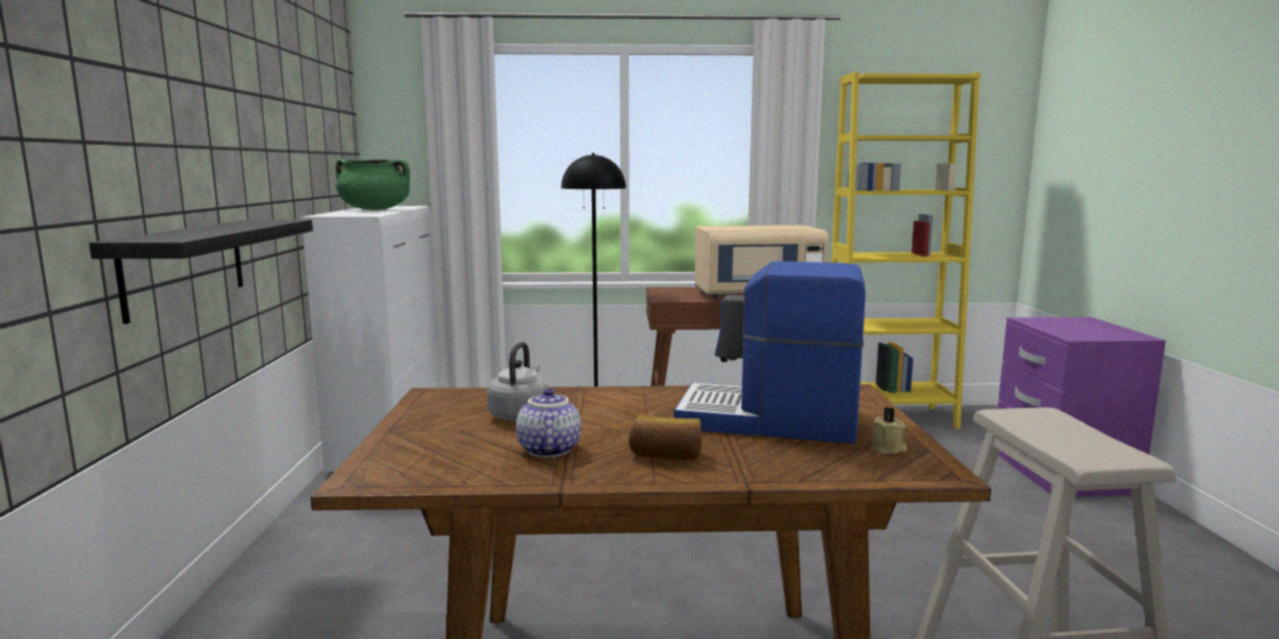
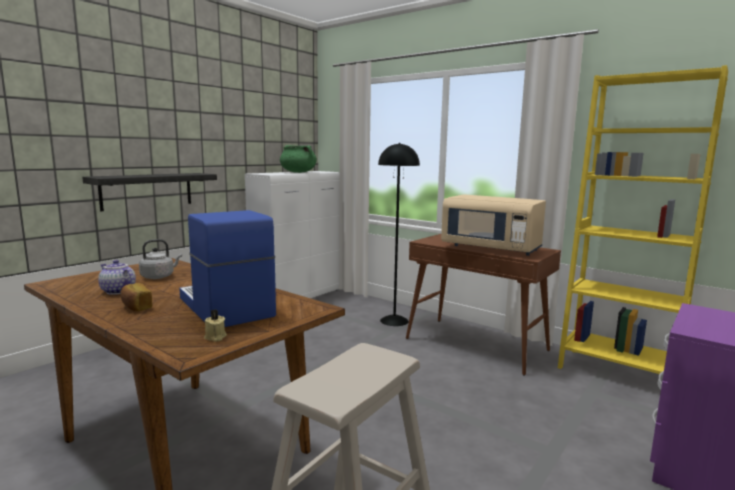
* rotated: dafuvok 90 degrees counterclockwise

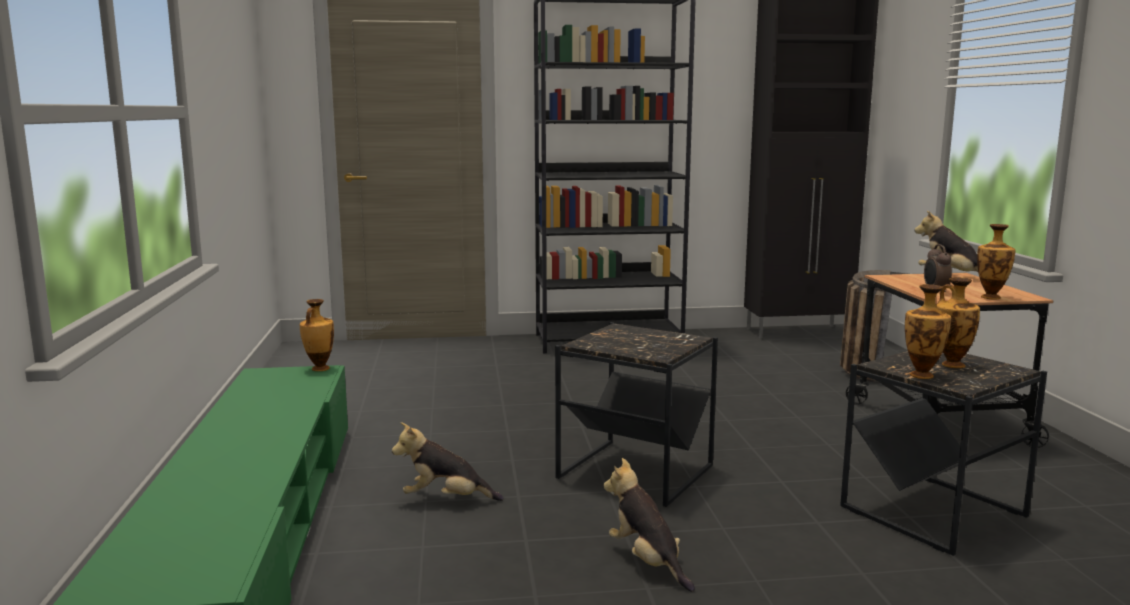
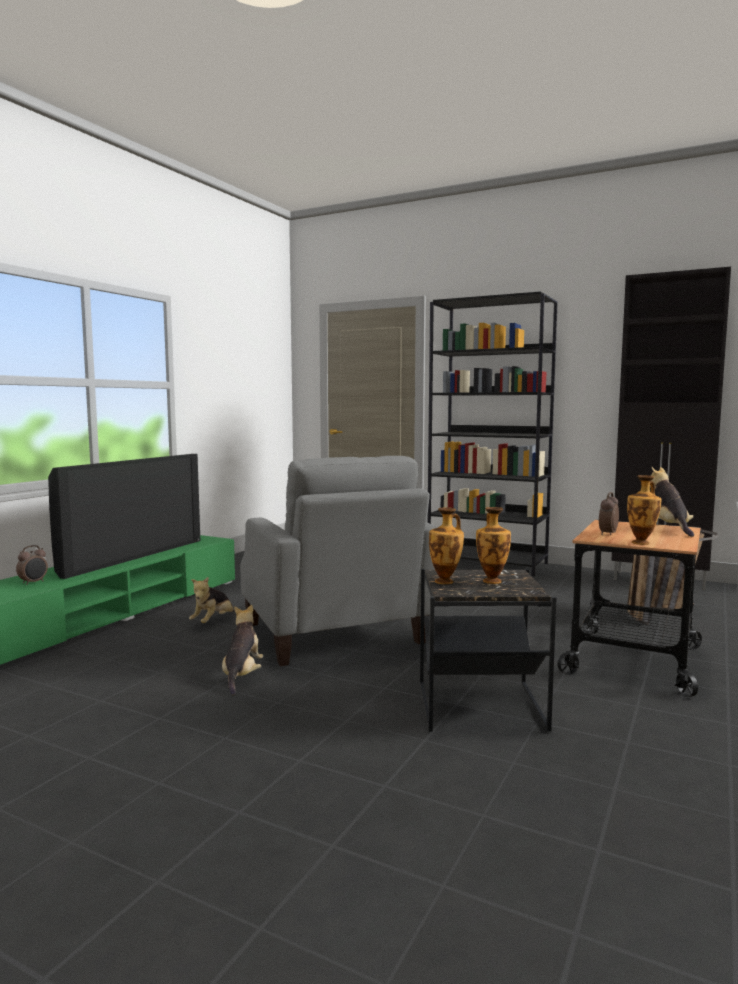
* gone: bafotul (no. 1 from left)
* new: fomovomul (no. 1 from left)
* new: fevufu
* swapped: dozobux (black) (no. 1 from left) to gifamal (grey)
* rotated: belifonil (no. 1 from left) 105 degrees counterclockwise

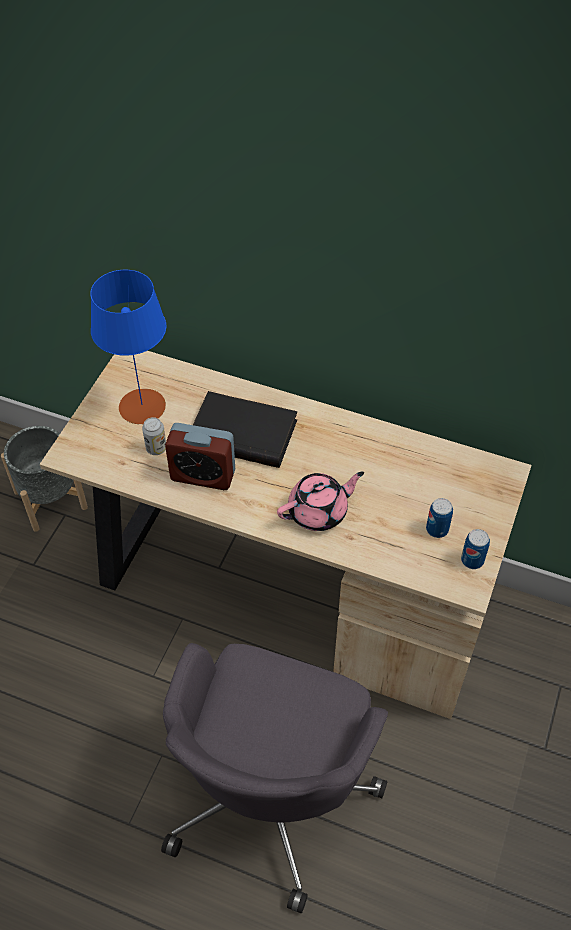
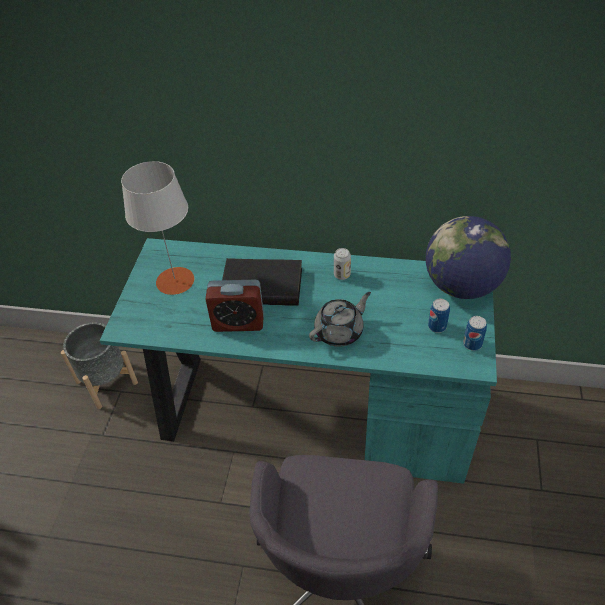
* new: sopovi
* shifted: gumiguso (no. 1 from left)
* repainted: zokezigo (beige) to zokezigo (turquoise)
* repainted: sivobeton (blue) to sivobeton (grey)
* repainted: dafuvok (pink) to dafuvok (grey)

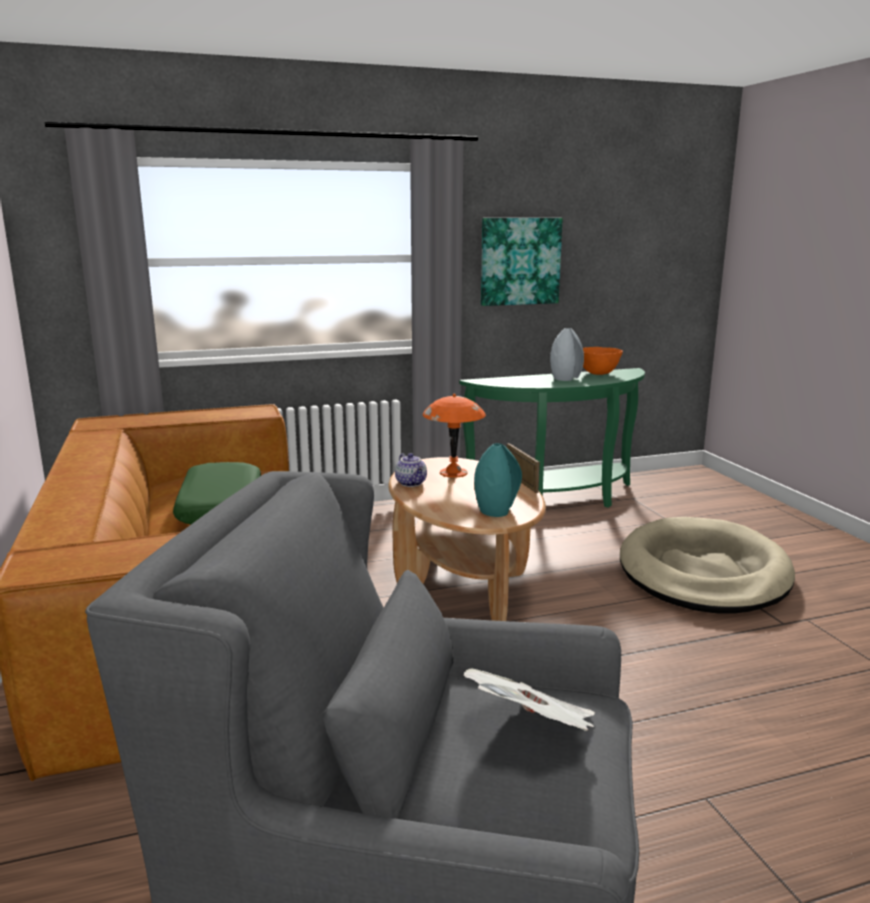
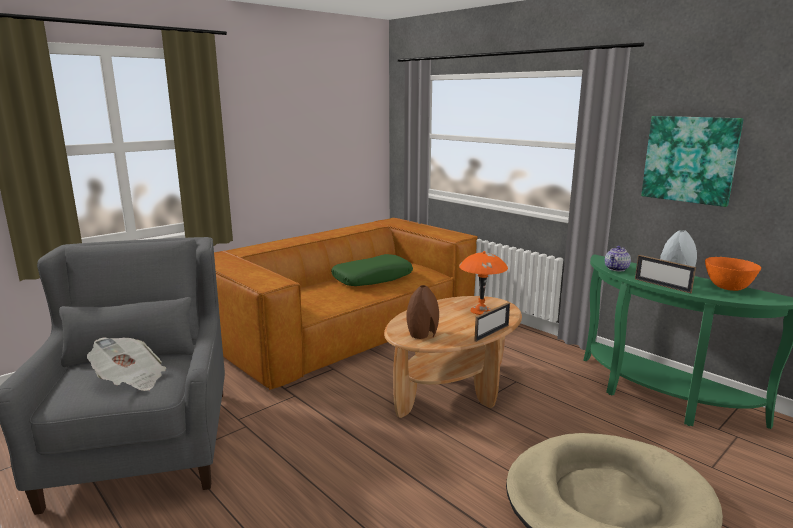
* new: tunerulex (no. 2 from left)
* shifted: dafuvok
* repainted: bafotul (turquoise) to bafotul (brown)

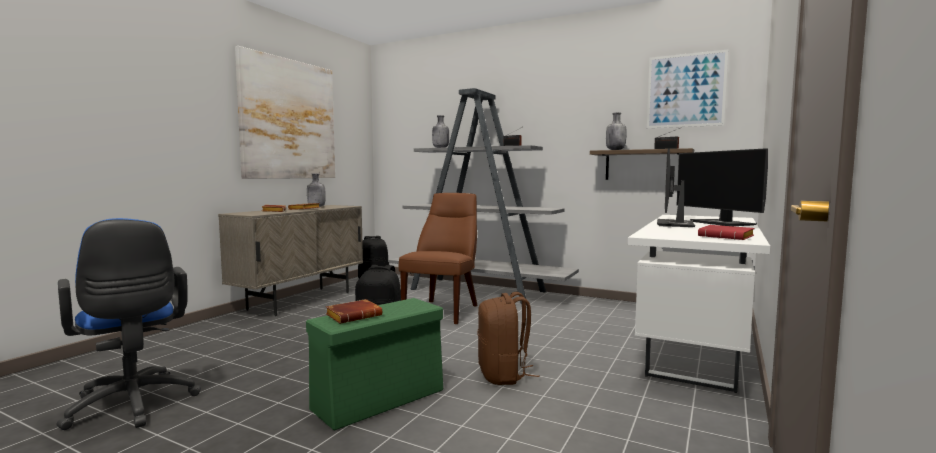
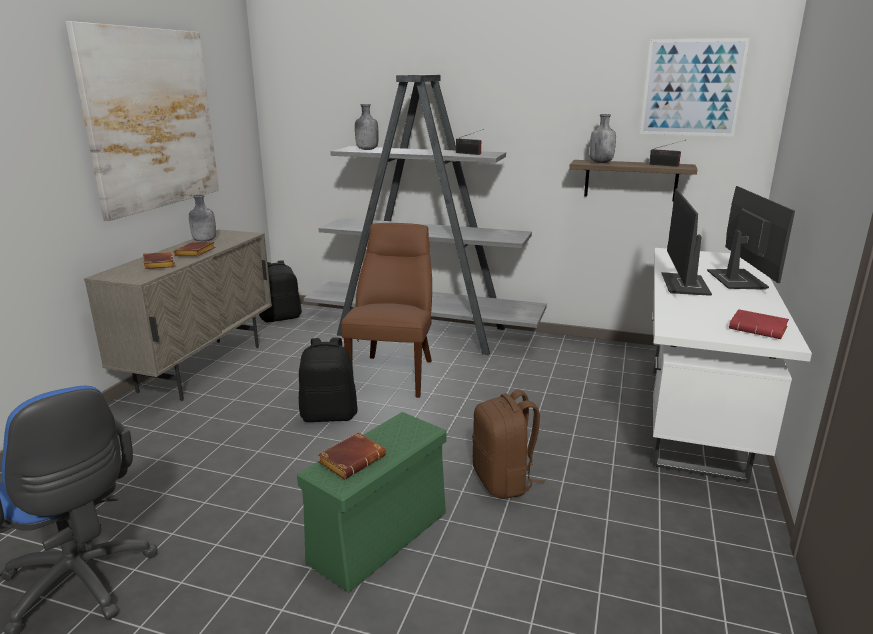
* rotated: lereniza (no. 2 from left) 150 degrees counterclockwise

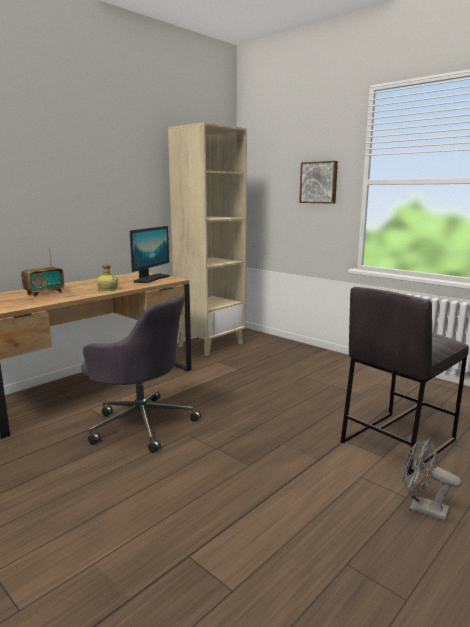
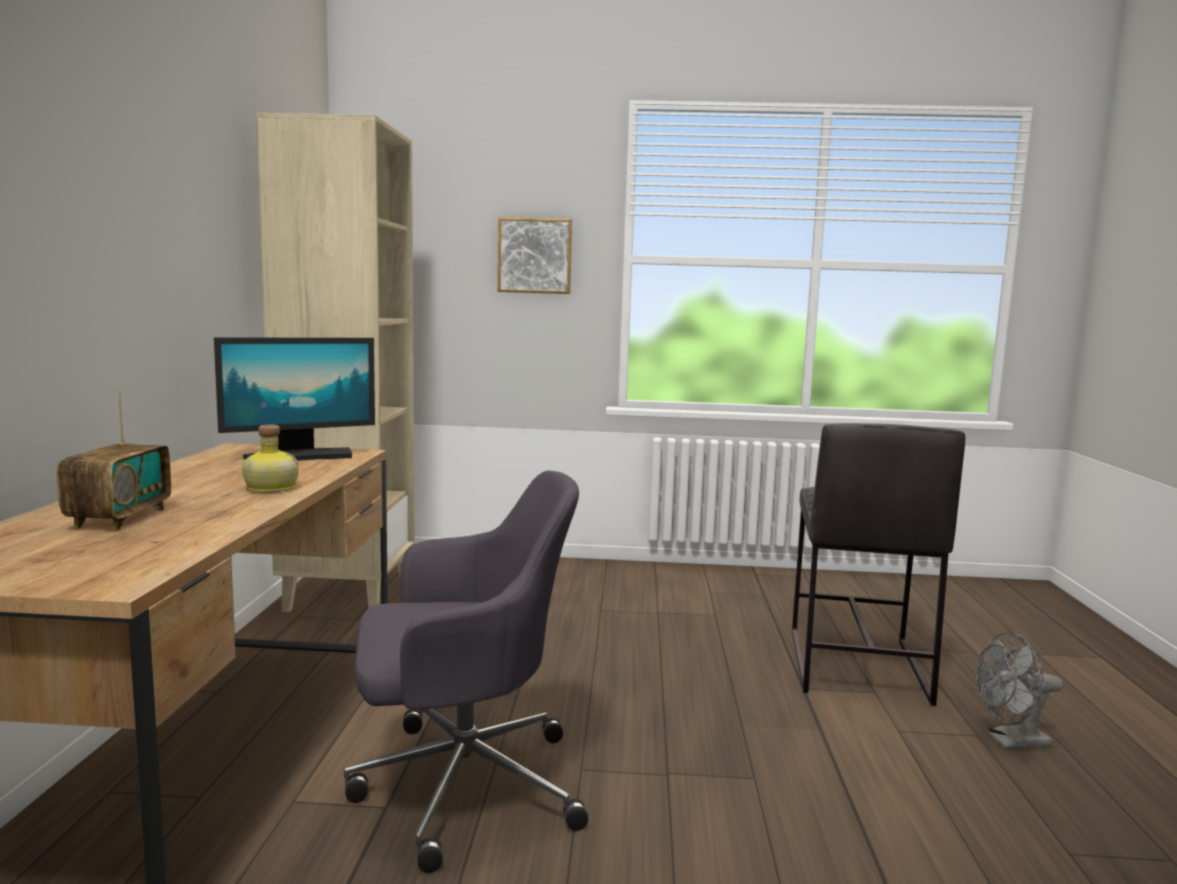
* rotated: lereniza 75 degrees clockwise

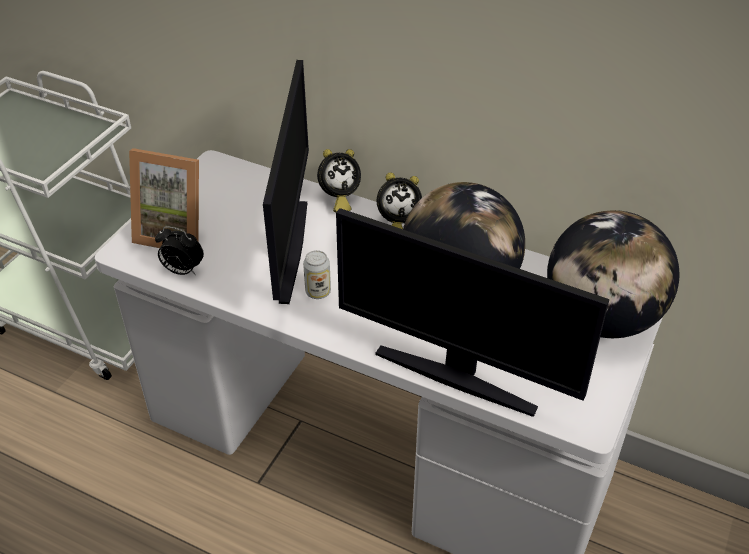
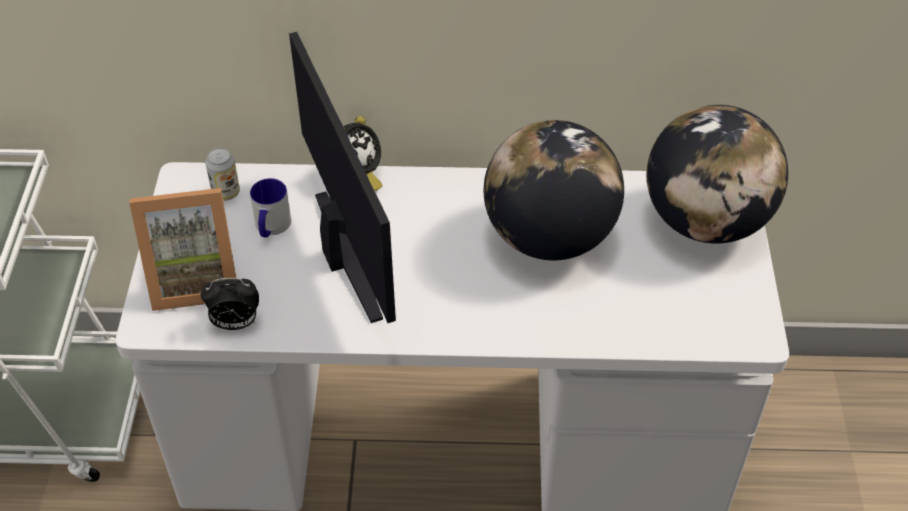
* gone: lereniza (no. 2 from left)
* gone: fomovomul (no. 3 from left)
* new: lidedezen
* shifted: gumiguso

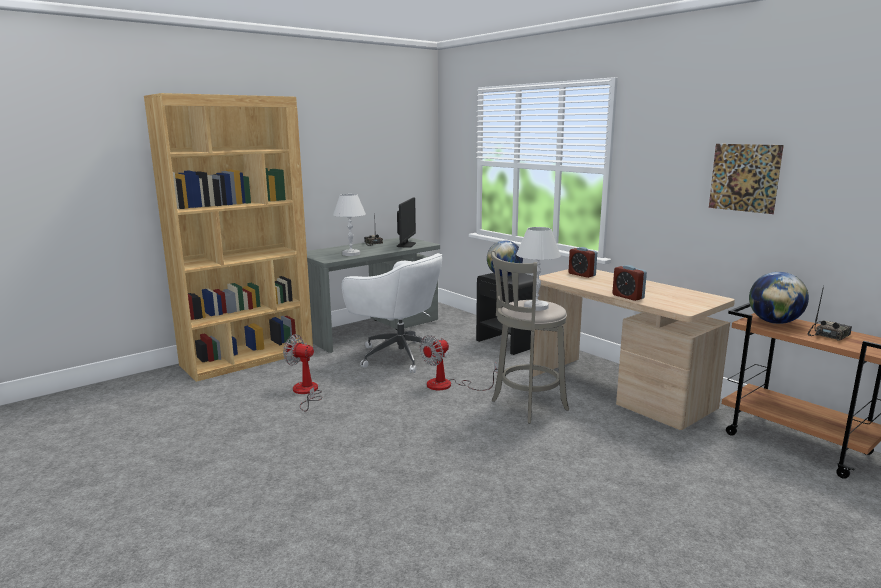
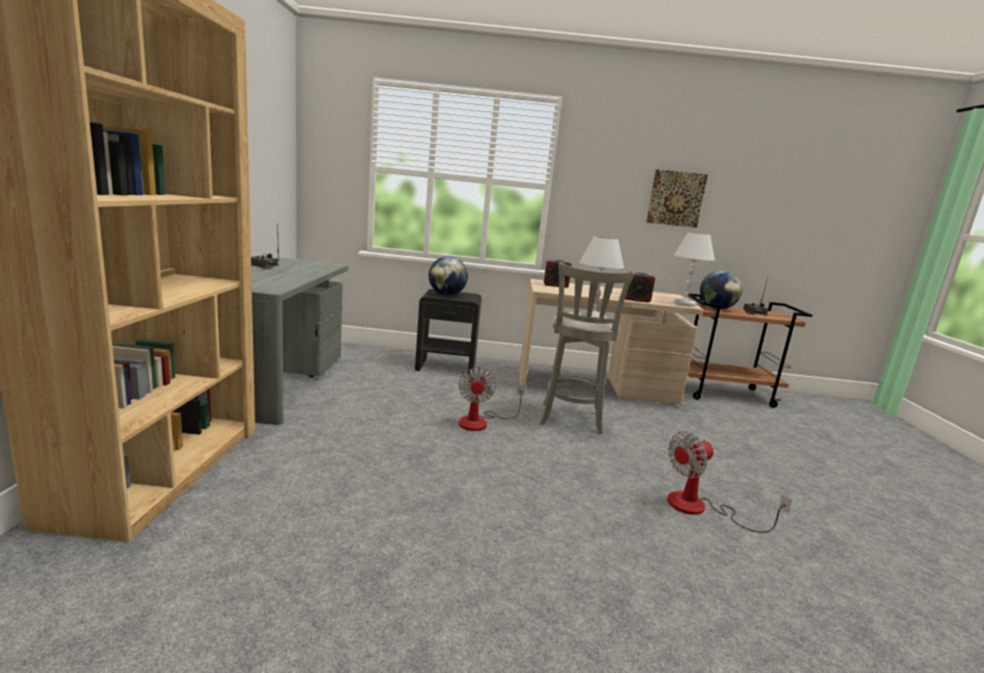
* gone: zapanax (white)
* gone: lereniza
* shifted: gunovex (no. 1 from left in the first image) to gunovex (no. 2 from left)
* shifted: sivobeton (white) (no. 1 from left in the first image) to sivobeton (white) (no. 2 from left)

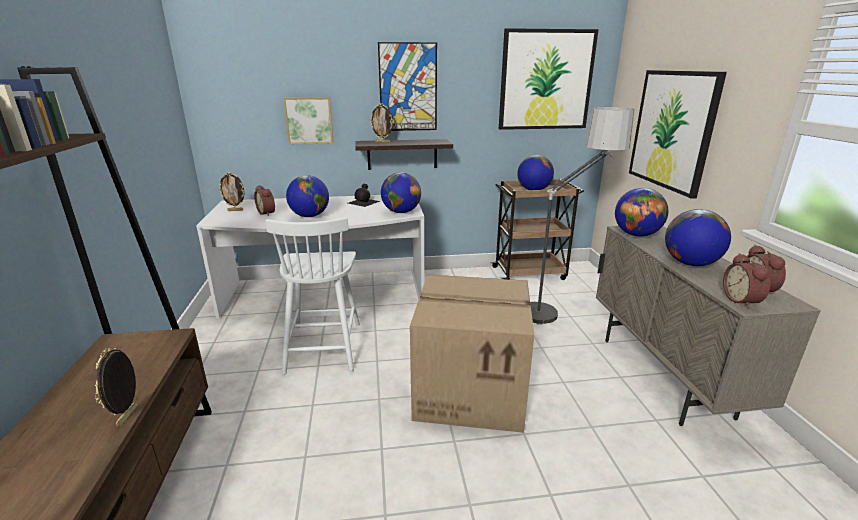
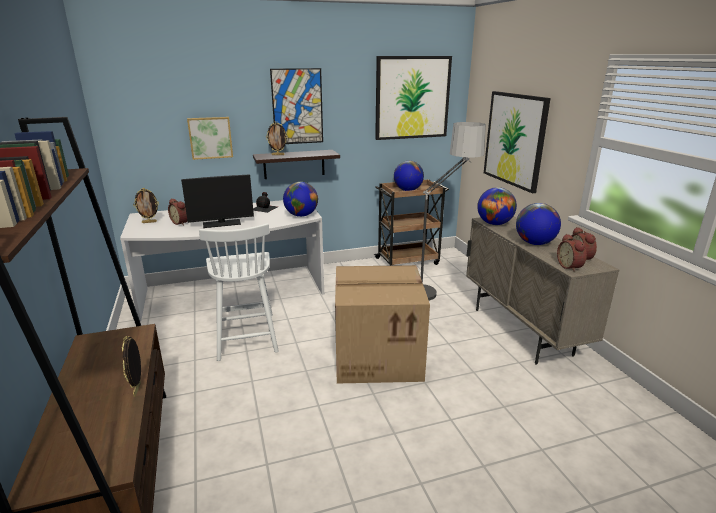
* swapped: sopovi (no. 1 from left) to lereniza

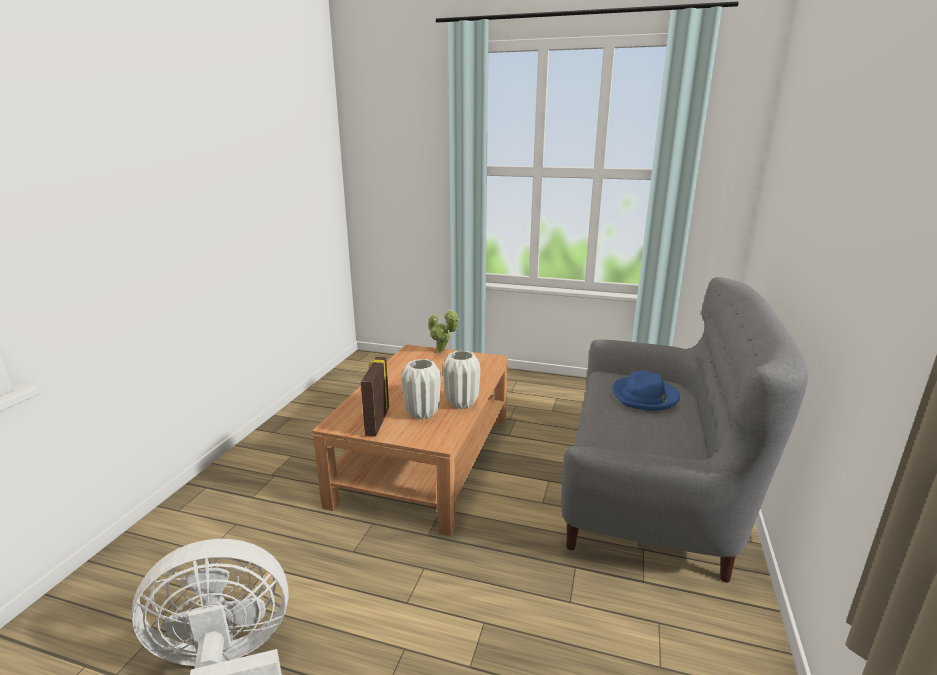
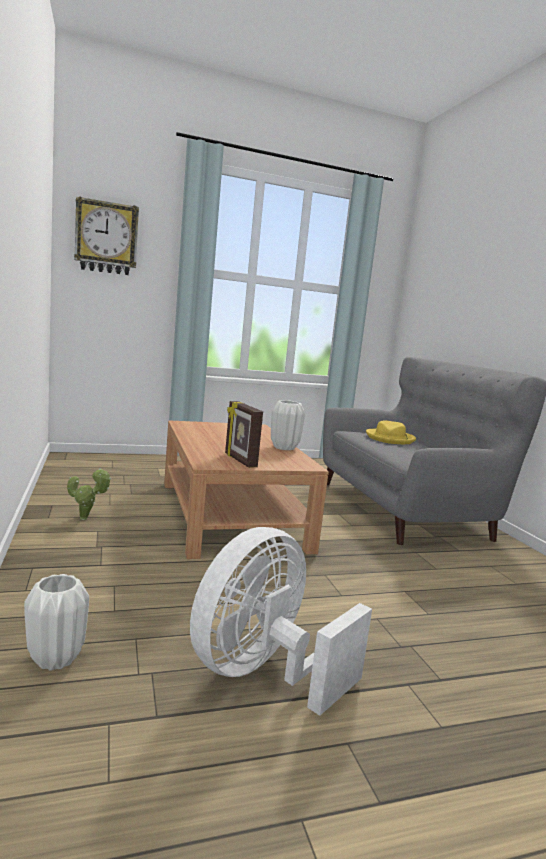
* new: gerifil
* shifted: bafotul (white) (no. 1 from left)
* shifted: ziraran
* repainted: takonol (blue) to takonol (yellow)

